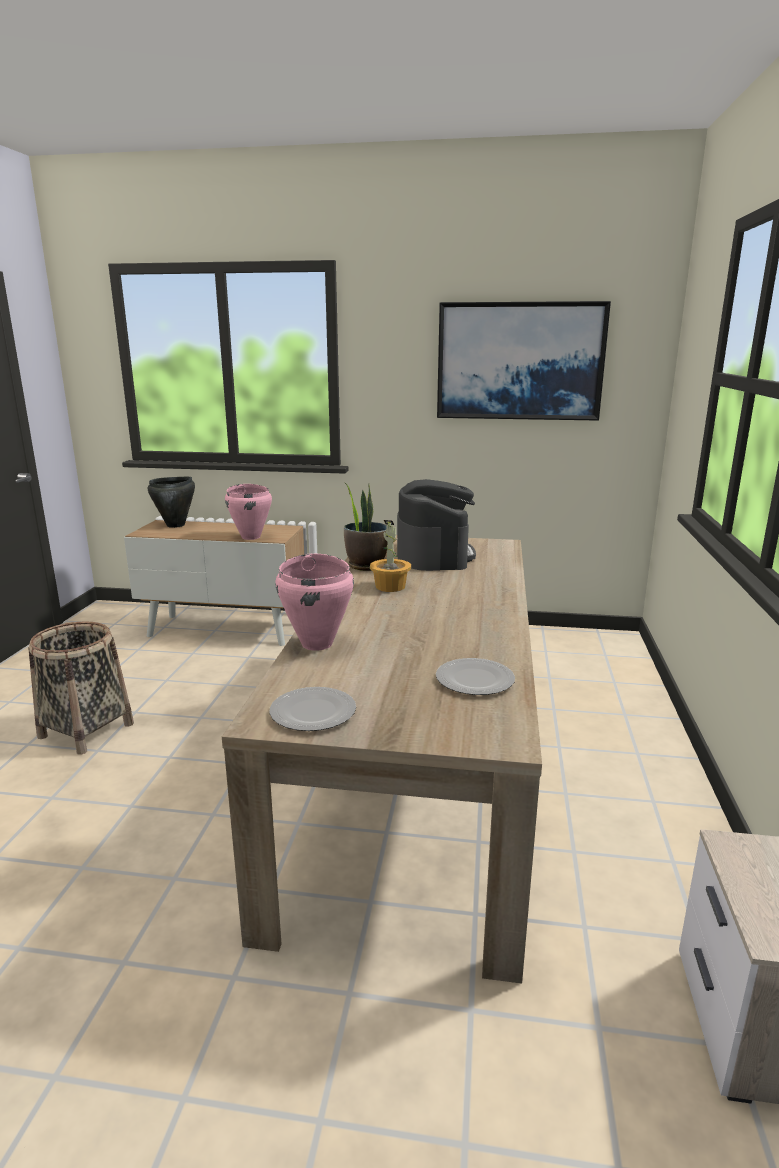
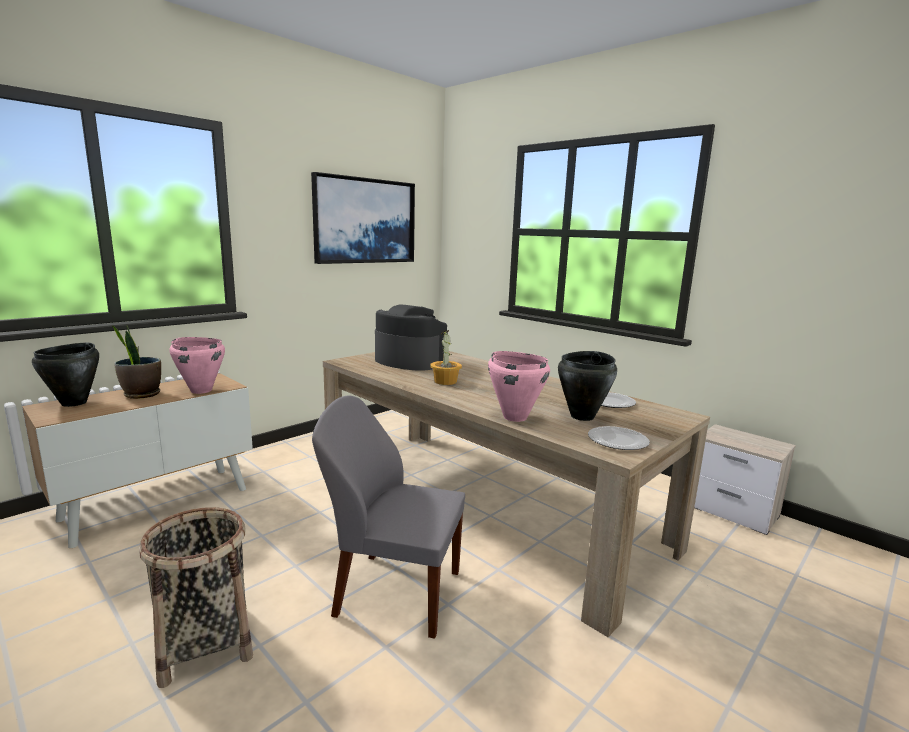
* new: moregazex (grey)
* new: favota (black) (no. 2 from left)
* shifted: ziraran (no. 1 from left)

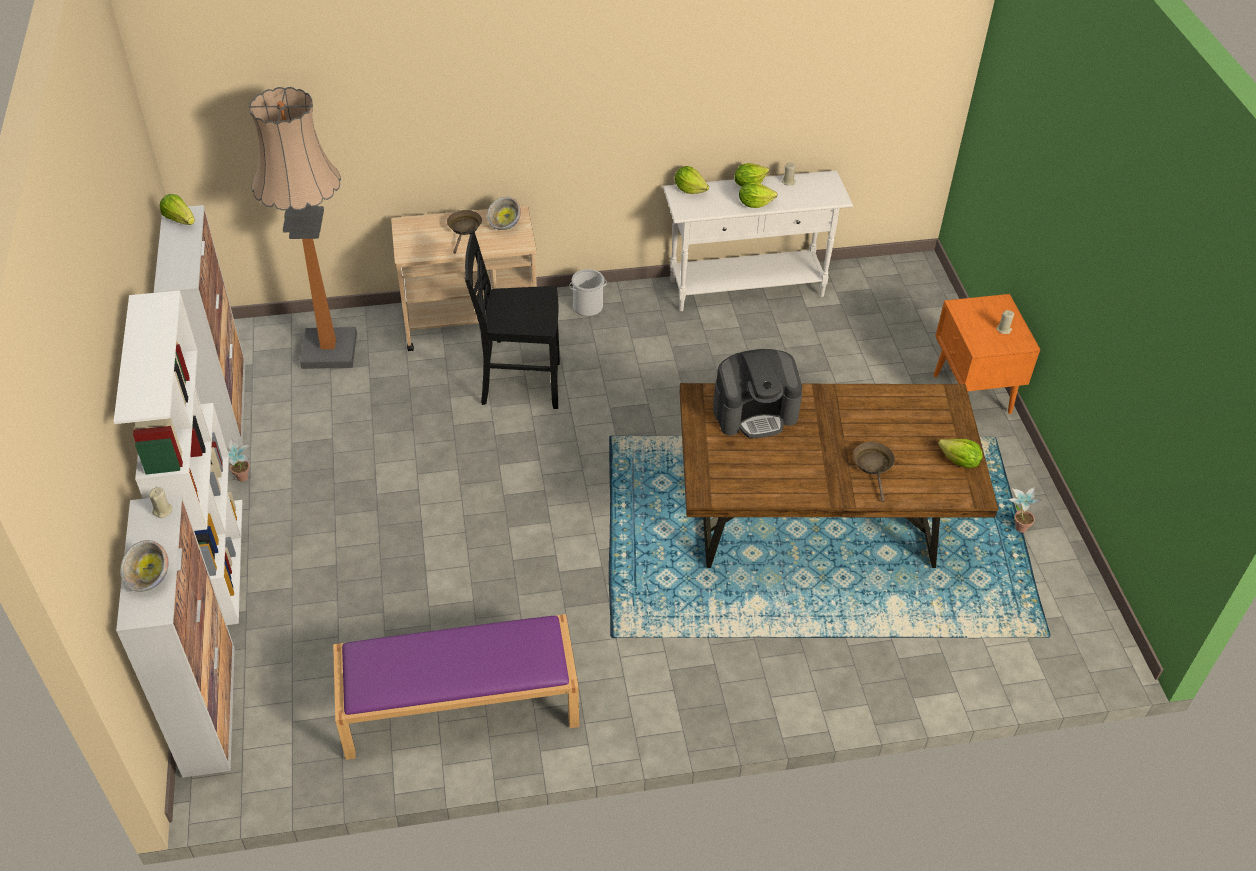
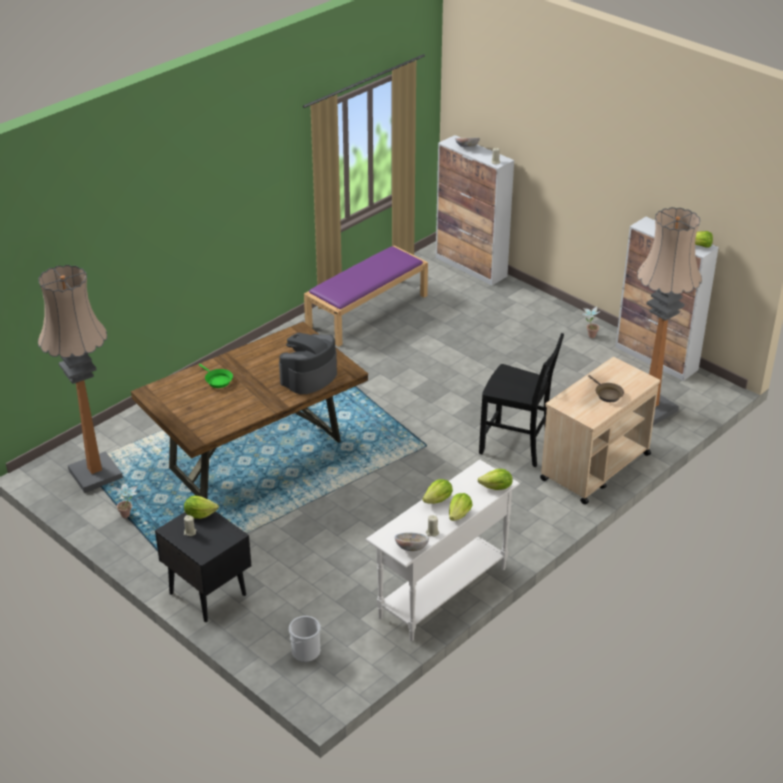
* gone: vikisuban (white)
* new: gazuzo (no. 1 from left)
* shifted: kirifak (no. 2 from left in the first image) to kirifak (no. 1 from left)
* shifted: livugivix
* shifted: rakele (no. 5 from left in the first image) to rakele (no. 1 from left)
* repainted: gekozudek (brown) (no. 2 from left) to gekozudek (green)
* repainted: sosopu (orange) to sosopu (black)
* rotated: moregazex (black) 60 degrees clockwise

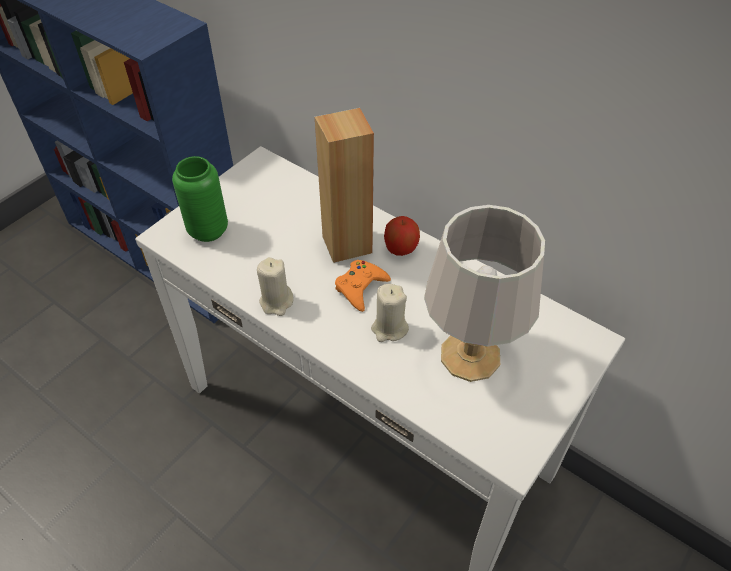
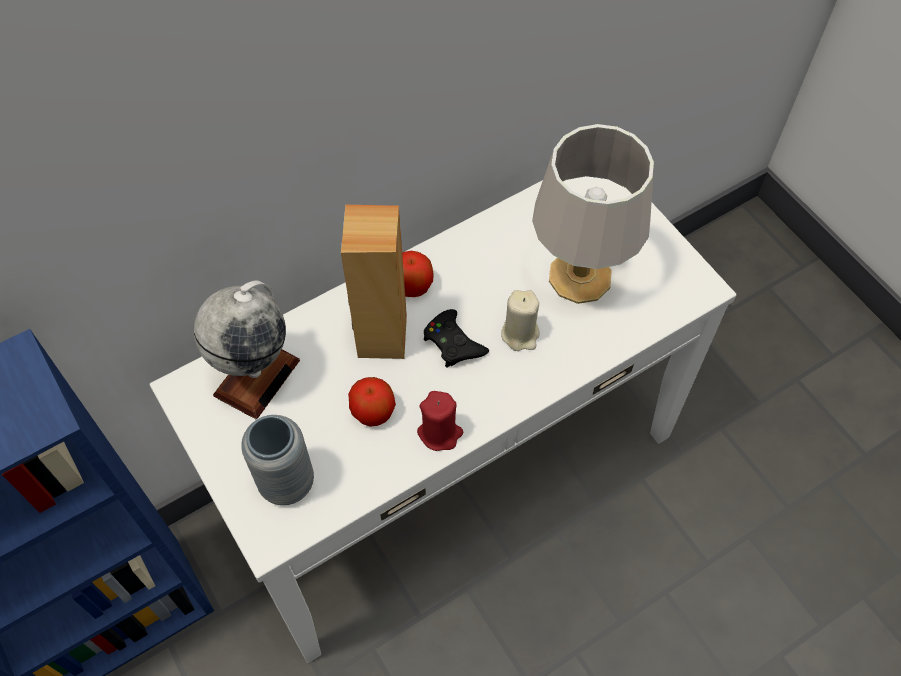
* new: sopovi
* new: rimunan (no. 1 from left)
* repainted: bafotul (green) to bafotul (grey)
* repainted: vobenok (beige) (no. 1 from left) to vobenok (red)
* repainted: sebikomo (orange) to sebikomo (black)

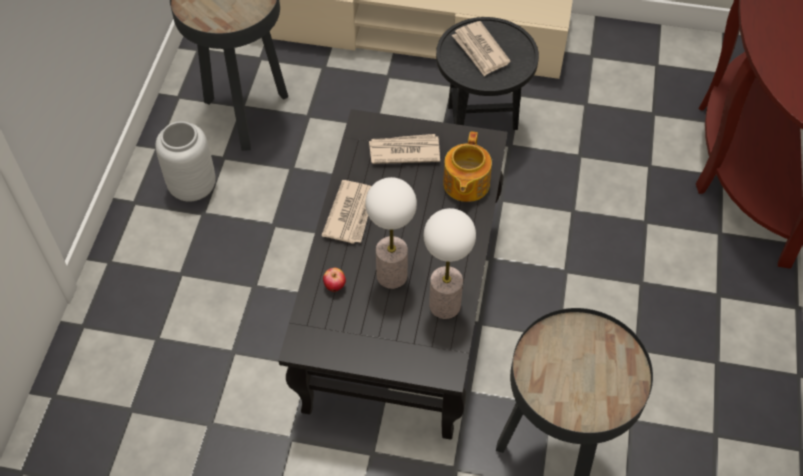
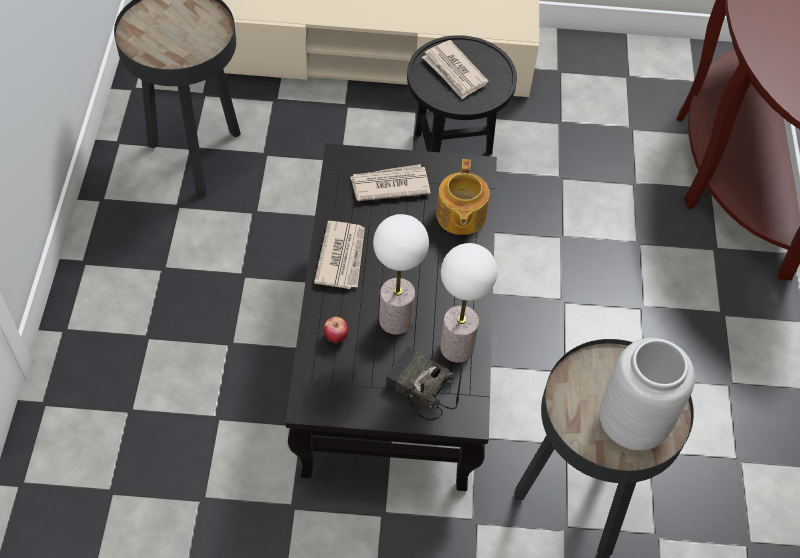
* new: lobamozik
* shifted: bafotul (grey)

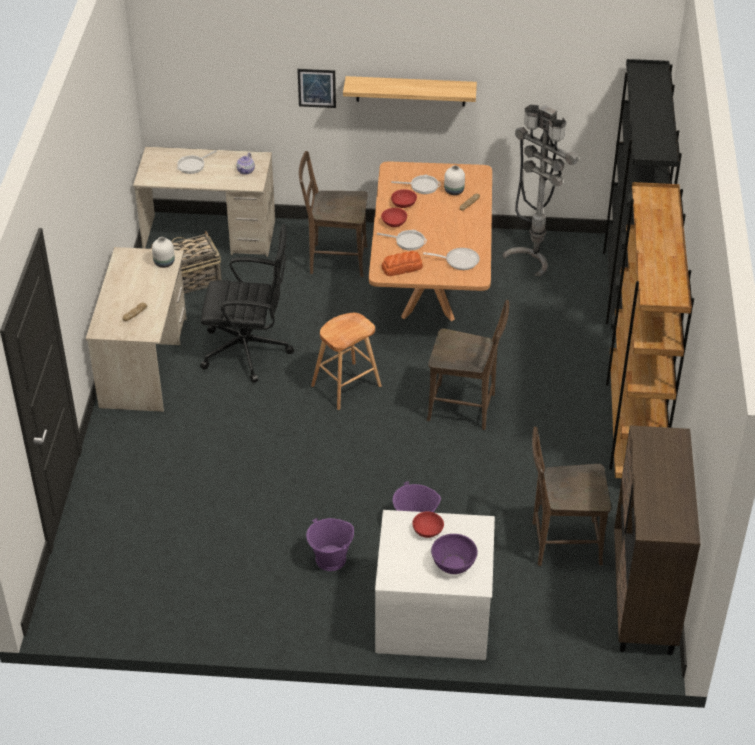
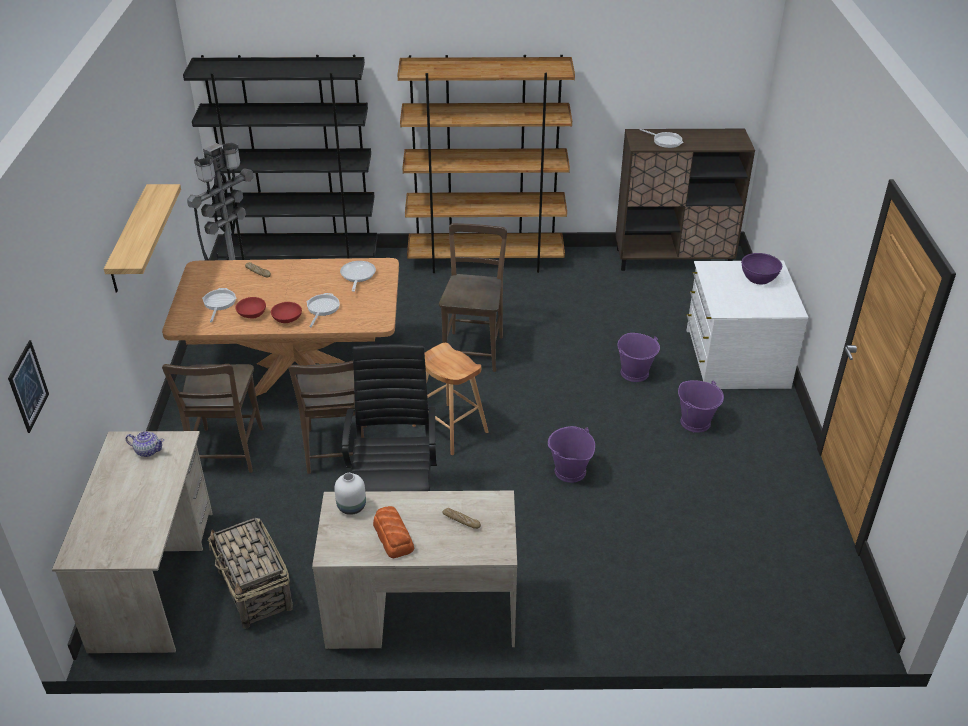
* gone: kirifak (red) (no. 3 from left)
* gone: bafotul (white) (no. 2 from left)
* new: livugivix (purple) (no. 1 from left)
* shifted: gekozudek (no. 1 from left in the first image) to gekozudek (no. 4 from left)
* shifted: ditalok
* shifted: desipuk (no. 2 from left)
* shifted: moregazex (brown) (no. 3 from left in the first image) to moregazex (brown) (no. 2 from left)

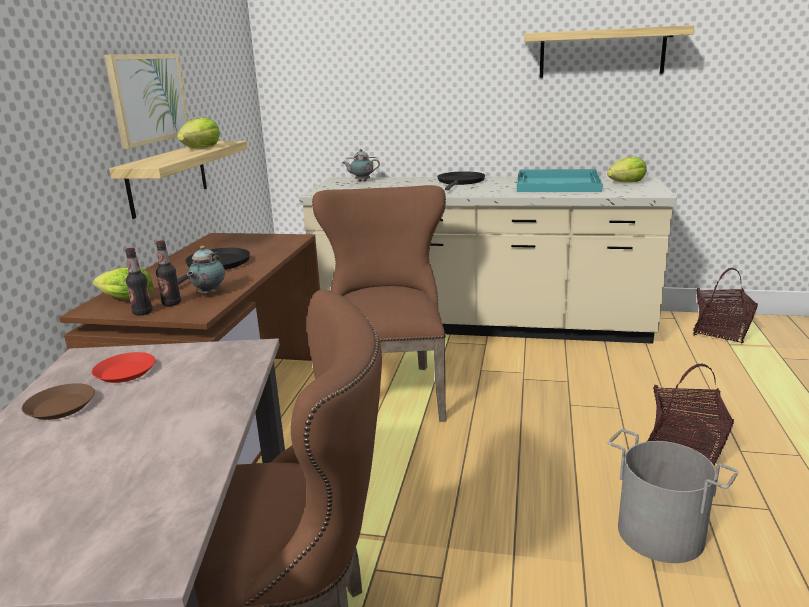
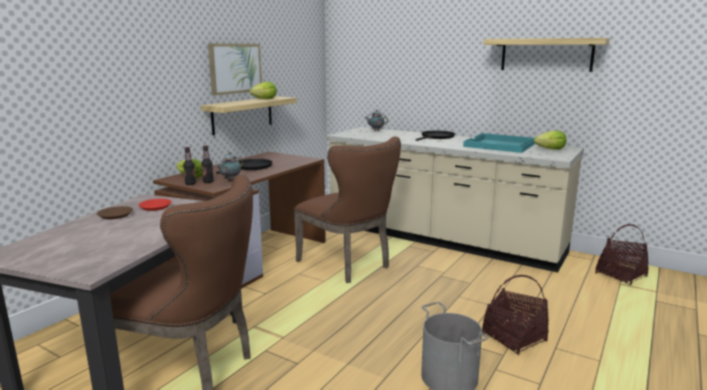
* rotated: moregazex (brown) (no. 2 from left) 120 degrees clockwise

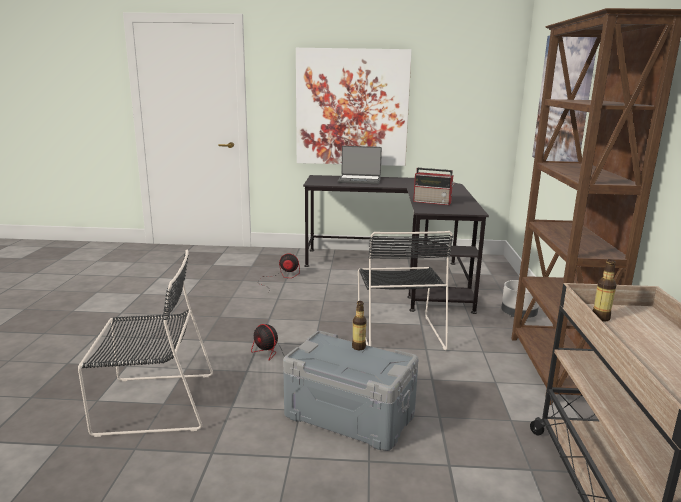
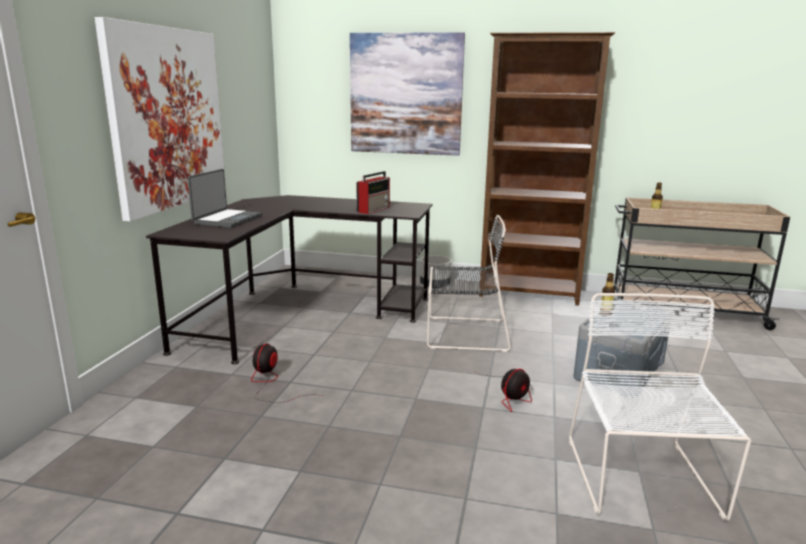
* repainted: moregazex (black) (no. 1 from left) to moregazex (white)

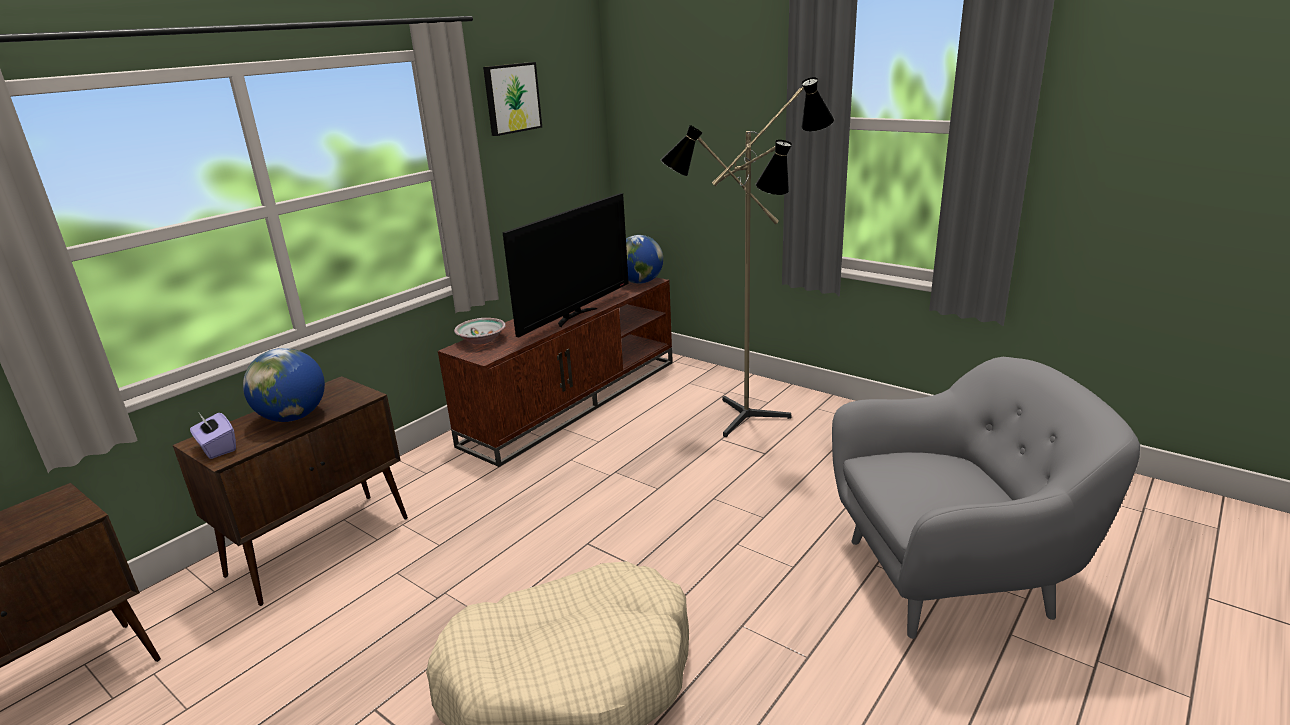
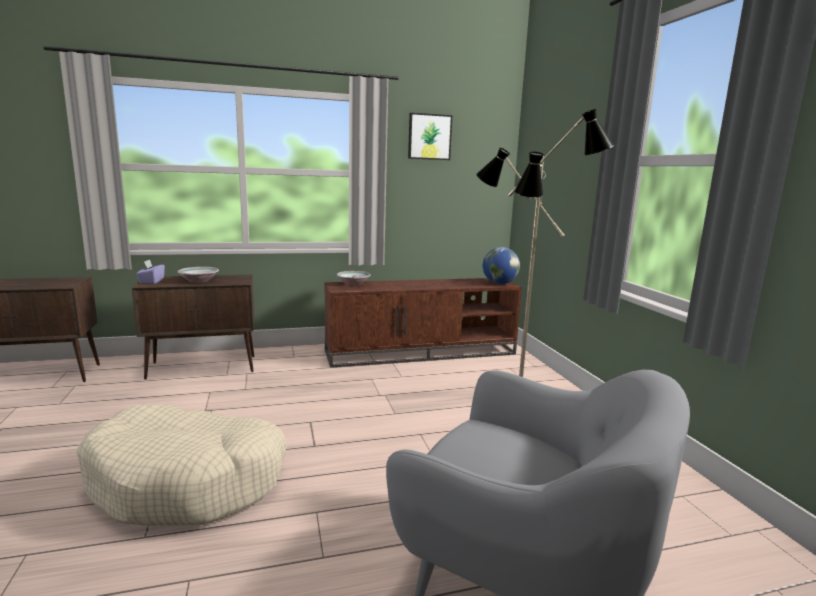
* gone: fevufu
* swapped: sopovi (no. 1 from left) to kirifak (no. 1 from left)

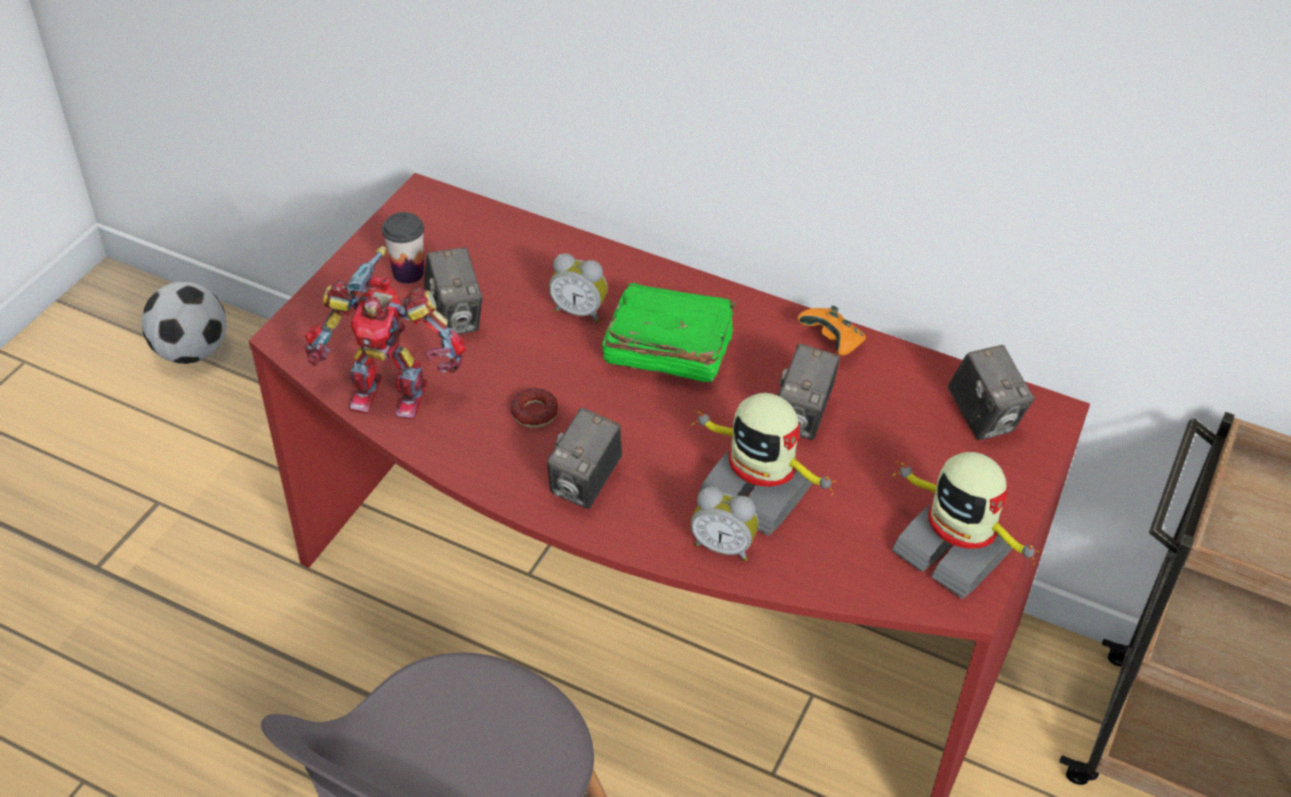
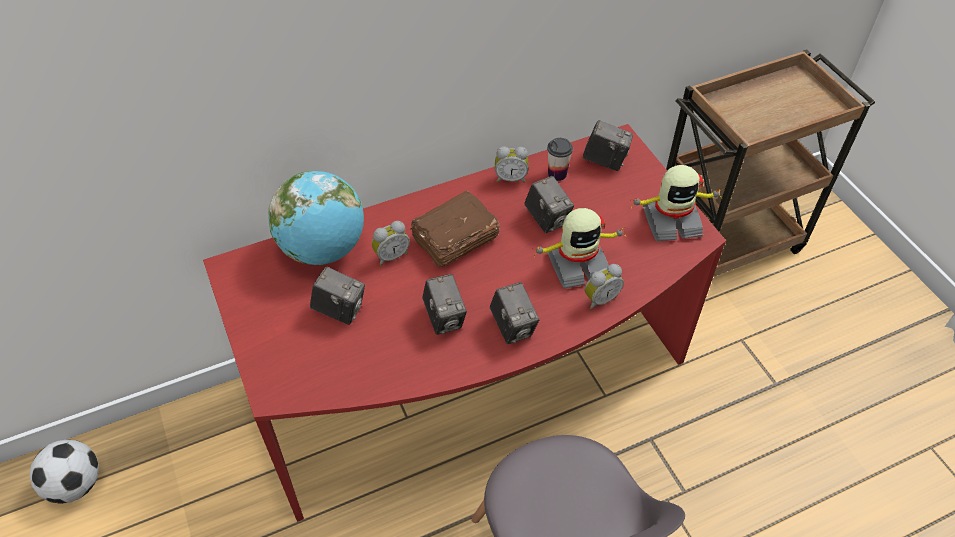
* gone: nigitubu (no. 1 from left)
* new: sopovi
* shifted: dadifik
* swapped: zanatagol to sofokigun (no. 2 from left)
* swapped: sebikomo (orange) to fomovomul (no. 2 from left)
* repainted: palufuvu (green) to palufuvu (brown)

